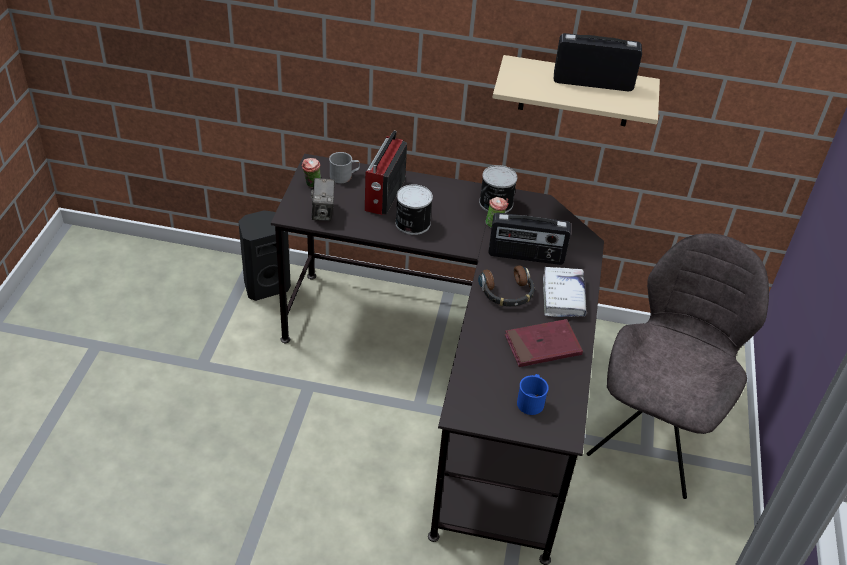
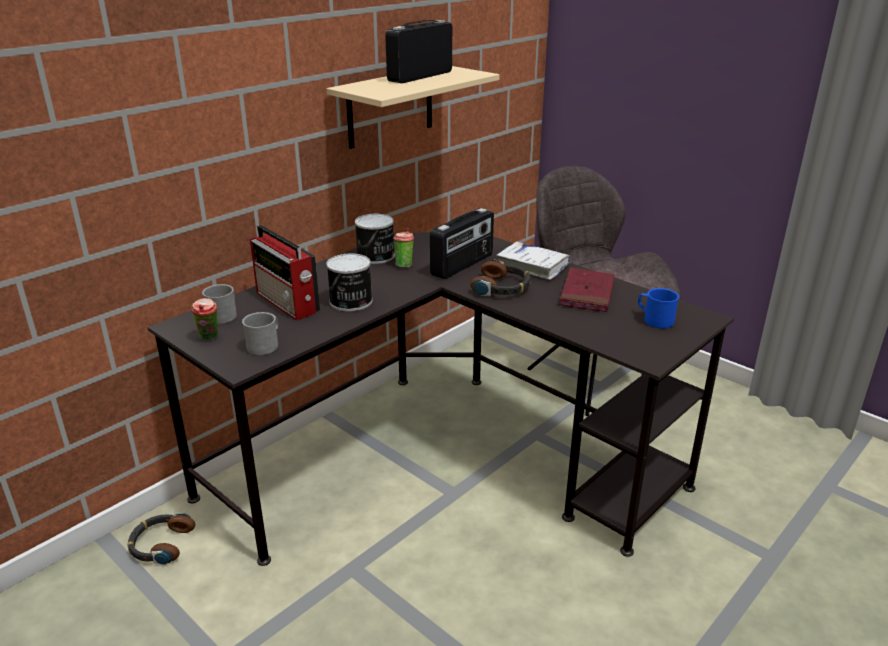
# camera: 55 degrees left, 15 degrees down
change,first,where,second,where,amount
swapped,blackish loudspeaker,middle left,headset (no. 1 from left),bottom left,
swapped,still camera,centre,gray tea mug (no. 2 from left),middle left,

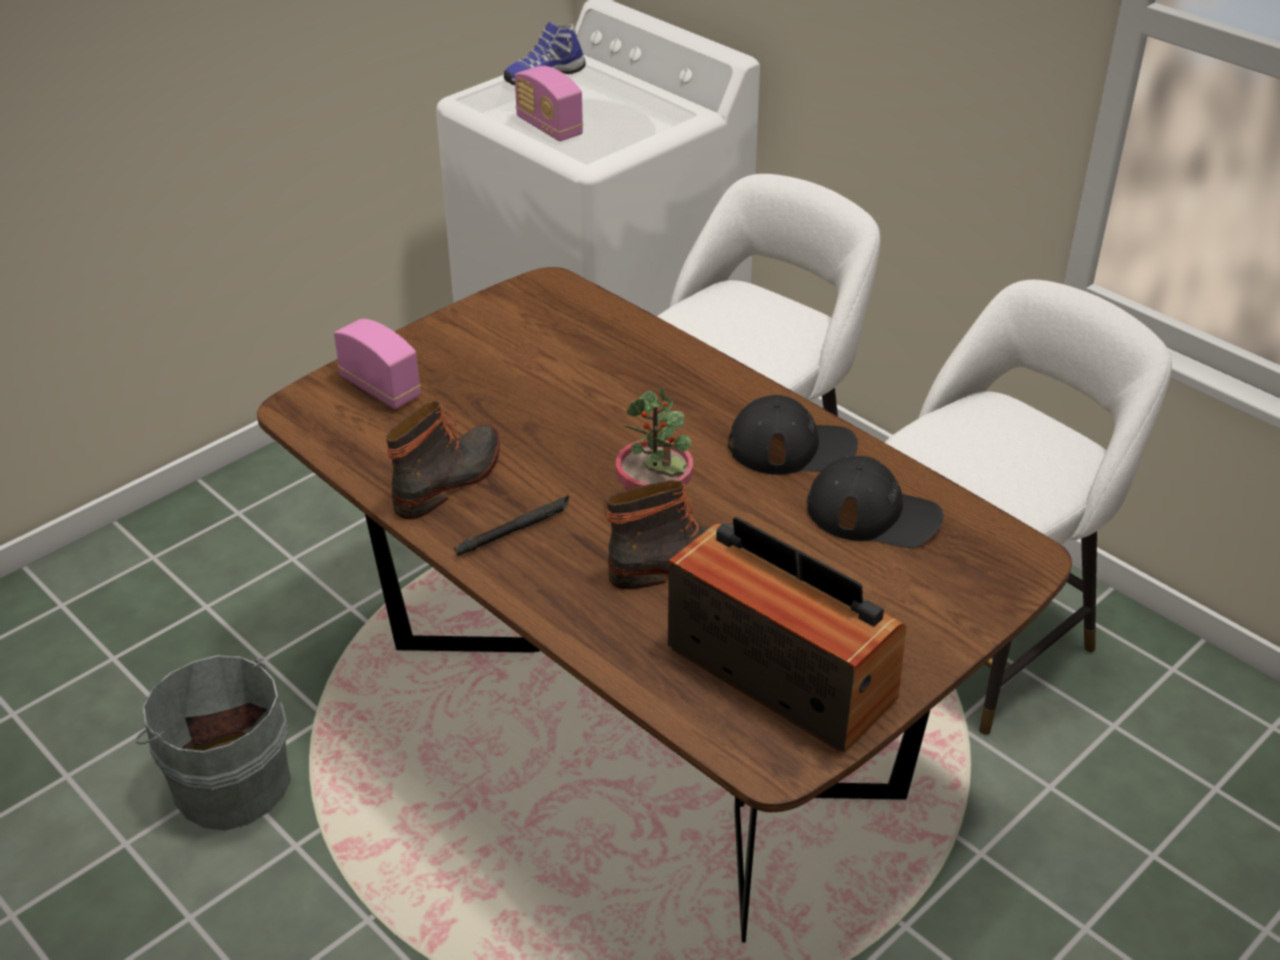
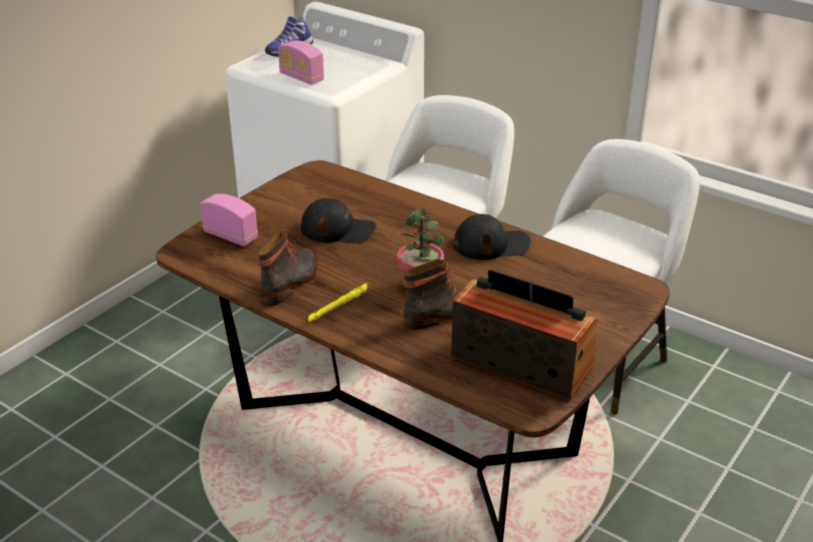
# camera: 10 degrees left, 5 degrees down
change,first,where,second,where,amount
gone,gray pail,bottom left,,,
repainted,blackish torch,centre,yellow torch,centre,
shifted,blackish baseball cap (no. 2 from left in the first image),middle right,blackish baseball cap (no. 1 from left),centre,

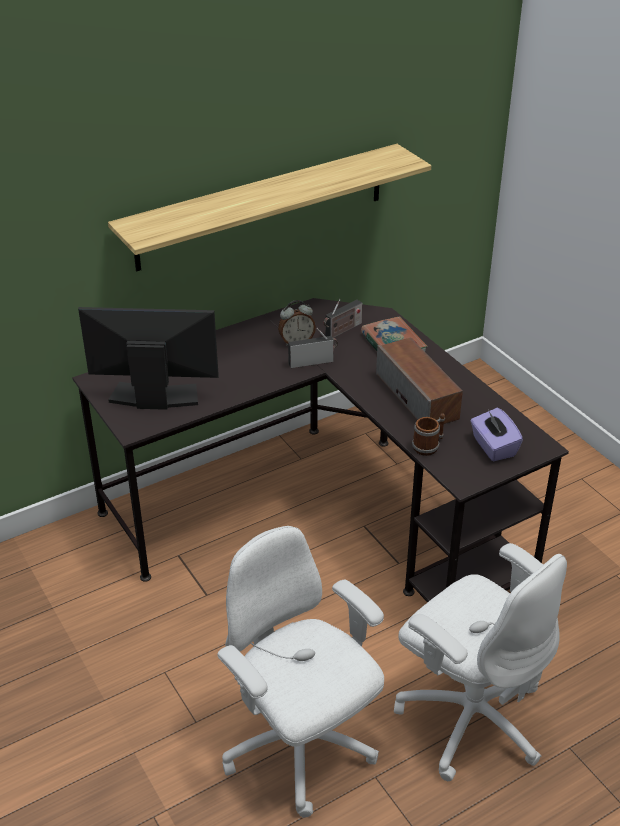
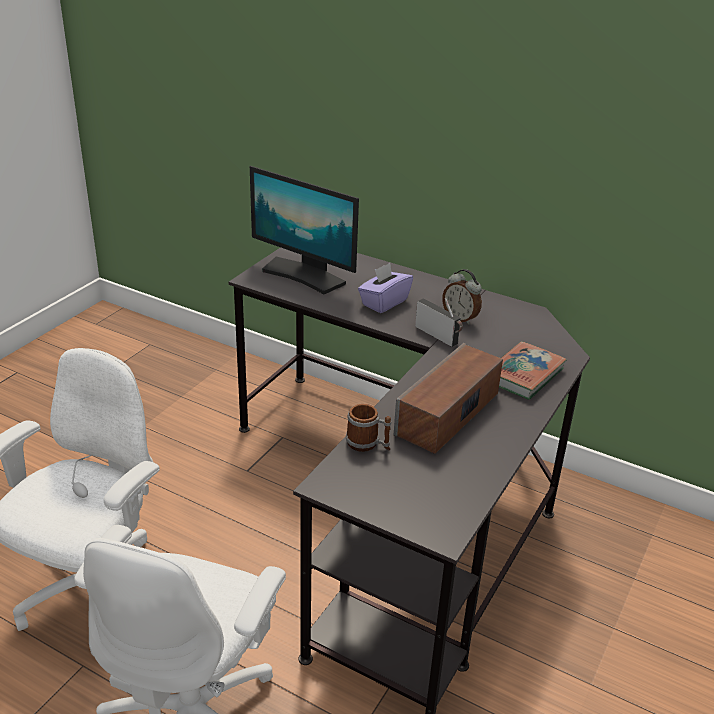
# camera: 60 degrees right, 5 degrees down
change,first,where,second,where,amount
rotated,computer screen,middle left,,top centre,150 degrees clockwise
gone,shelf,top centre,,,
gone,radio receiver (no. 2 from left),centre,,,
shifted,purple-coloured box of tissues,middle right,,centre,

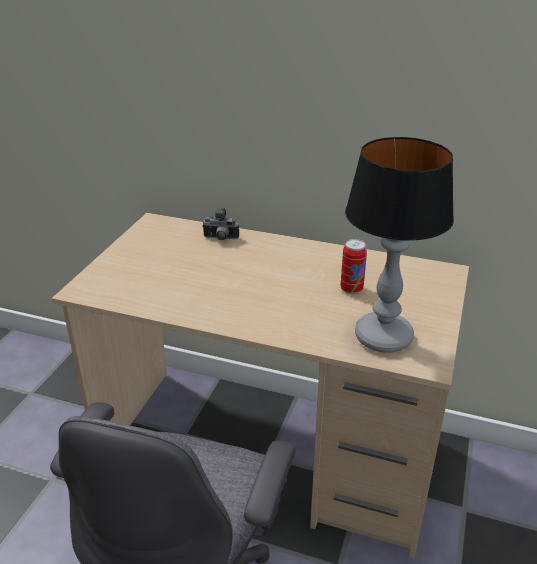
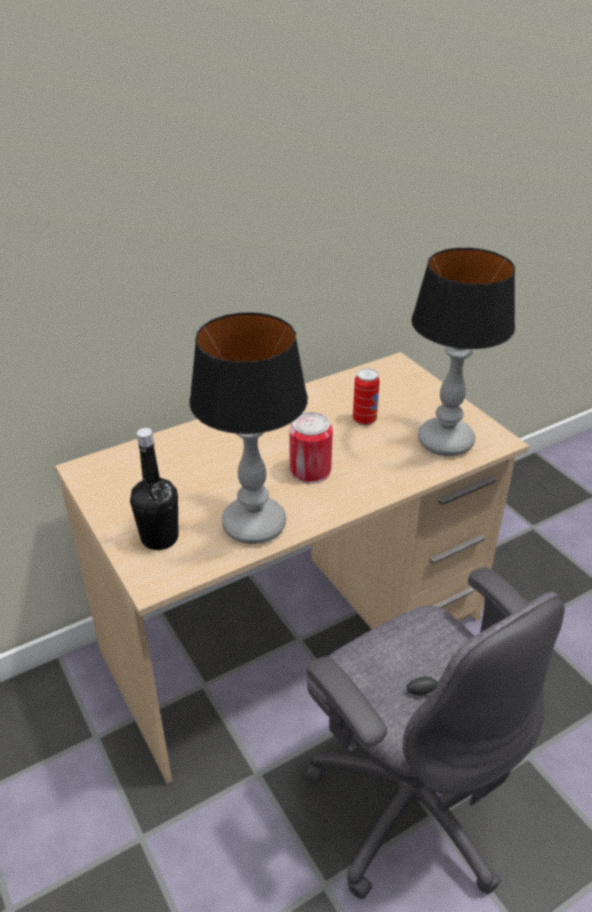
# camera: 50 degrees left, 5 degrees up
change,first,where,second,where,amount
gone,still camera,centre,,,
new,,,blackish drink bottle,middle left,
new,,,tabletop lamp (no. 1 from left),centre,
new,,,sealed can (no. 1 from left),centre,

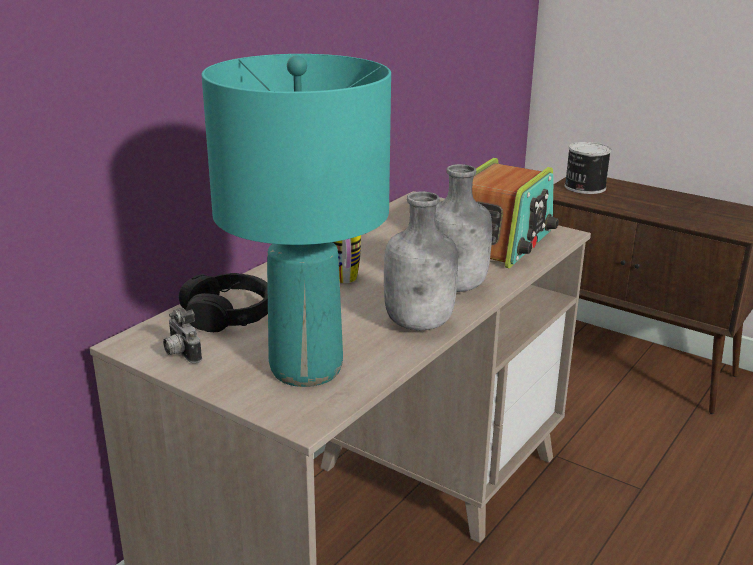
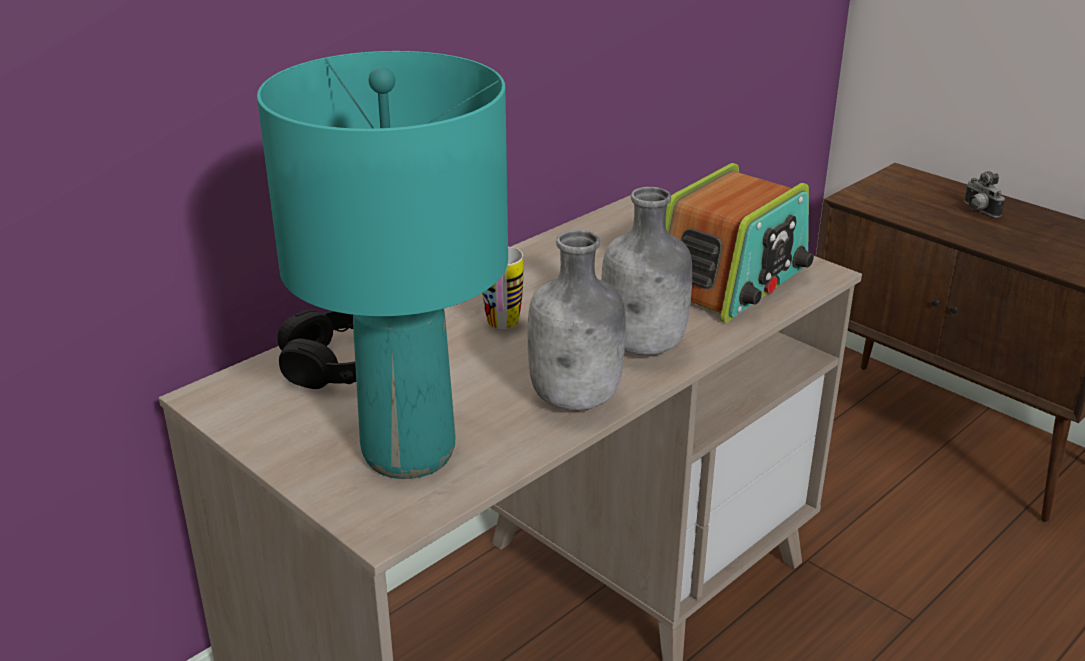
# camera: 10 degrees right, 5 degrees up
change,first,where,second,where,amount
shifted,still camera,middle left,,top right,
gone,sealed can,top right,,,

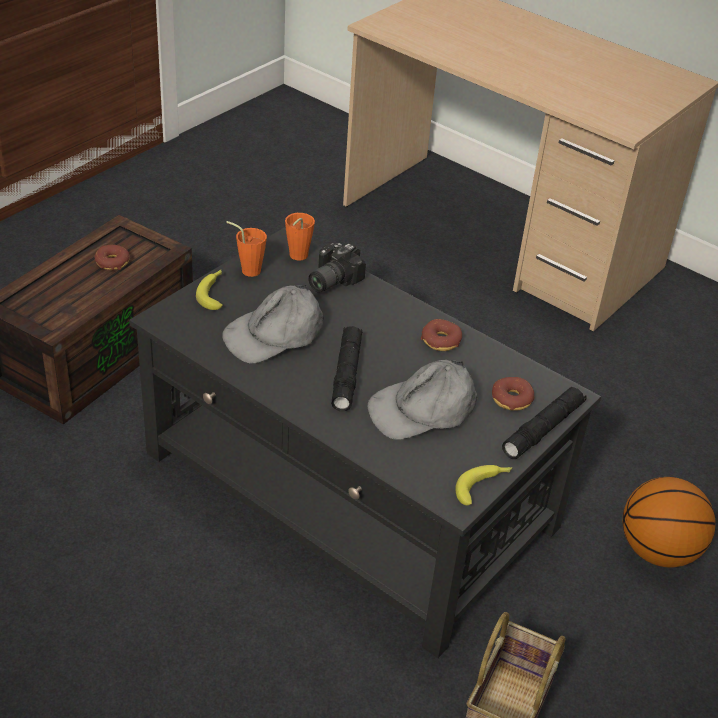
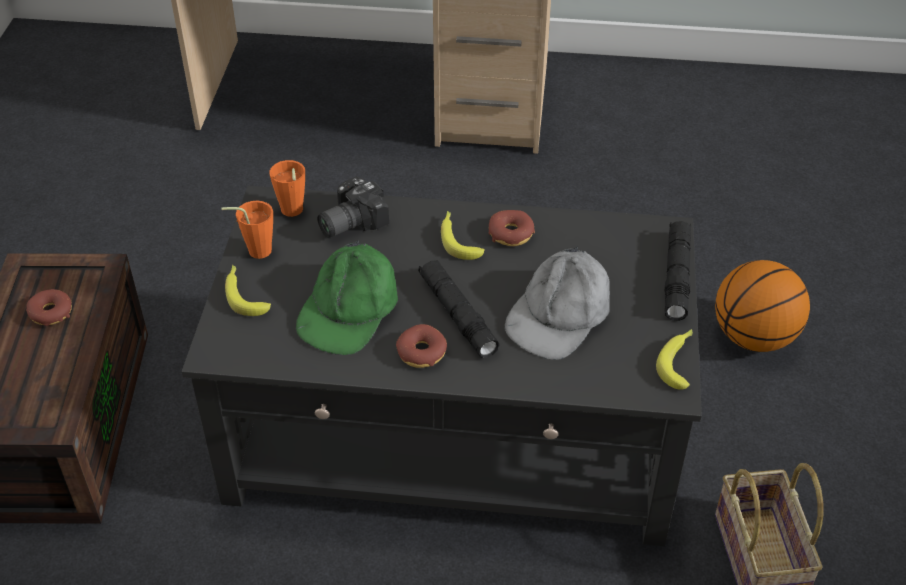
# camera: 30 degrees left, 5 degrees up
change,first,where,second,where,amount
repainted,gray baseball cap (no. 1 from left),centre,green baseball cap,centre,
rotated,still camera,centre,,centre,45 degrees clockwise
shifted,doughnut (no. 3 from left in the first image),middle right,doughnut (no. 2 from left),centre,
new,,,banana fruit (no. 2 from left),centre,

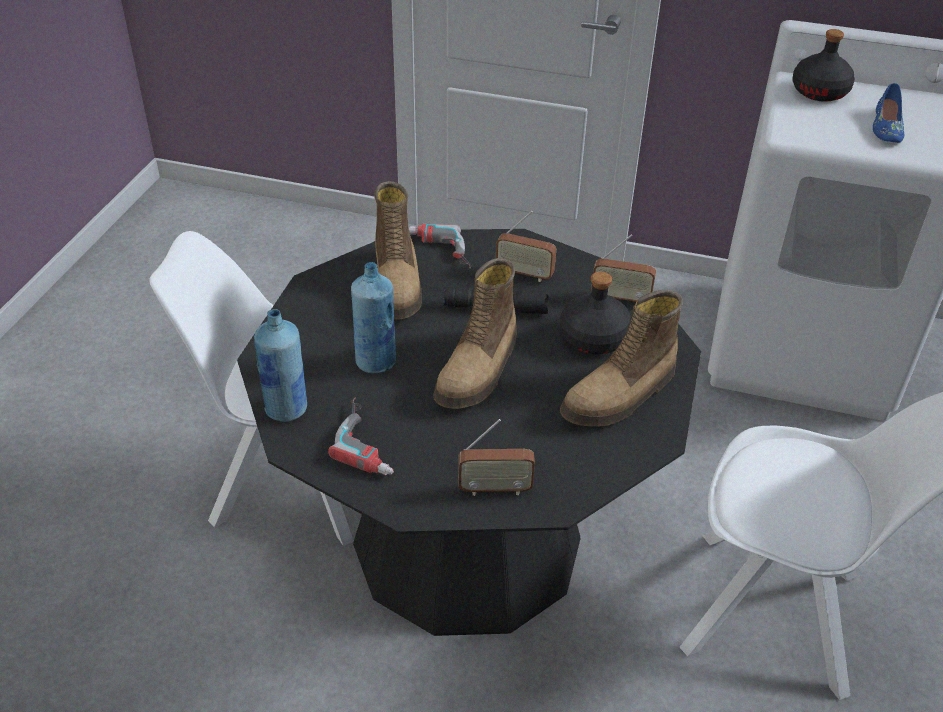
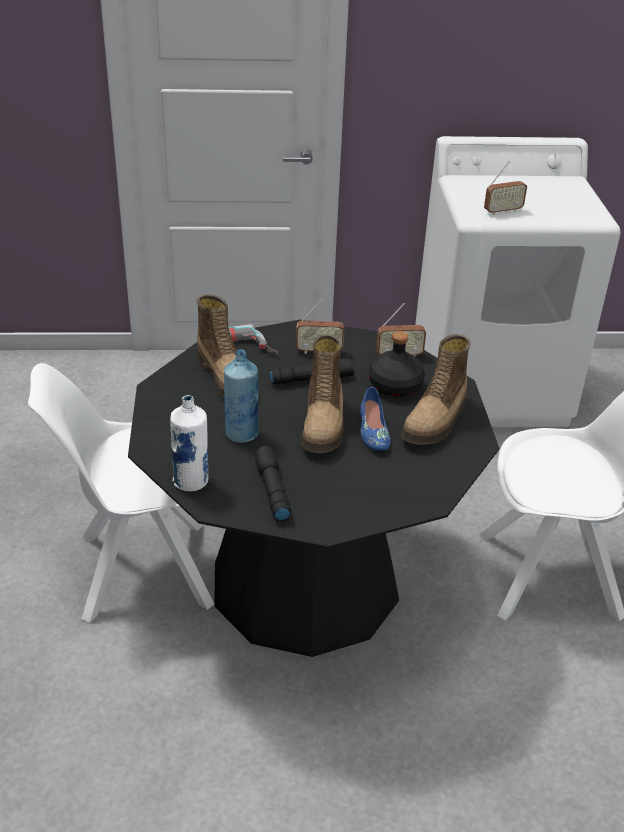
# camera: 20 degrees left, 5 degrees down
change,first,where,second,where,amount
repainted,bluish drink bottle (no. 1 from left),middle left,whitish drink bottle,middle left,
swapped,electric drill (no. 1 from left),centre,blackish torch (no. 1 from left),centre,
shifted,radio receiver (no. 1 from left in the first image),centre,radio receiver (no. 3 from left),top right,
gone,blackish drink bottle (no. 2 from left),top right,,,
shifted,bluish item of footwear,top right,,centre,

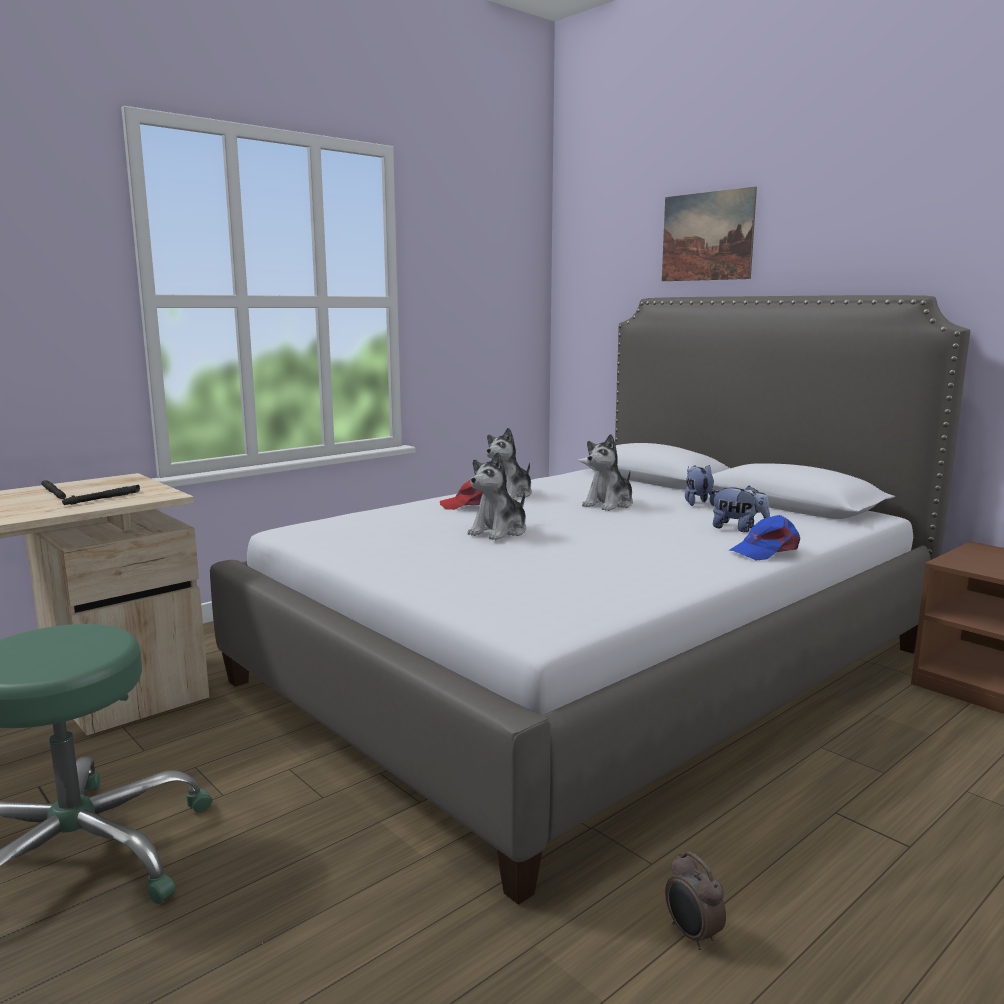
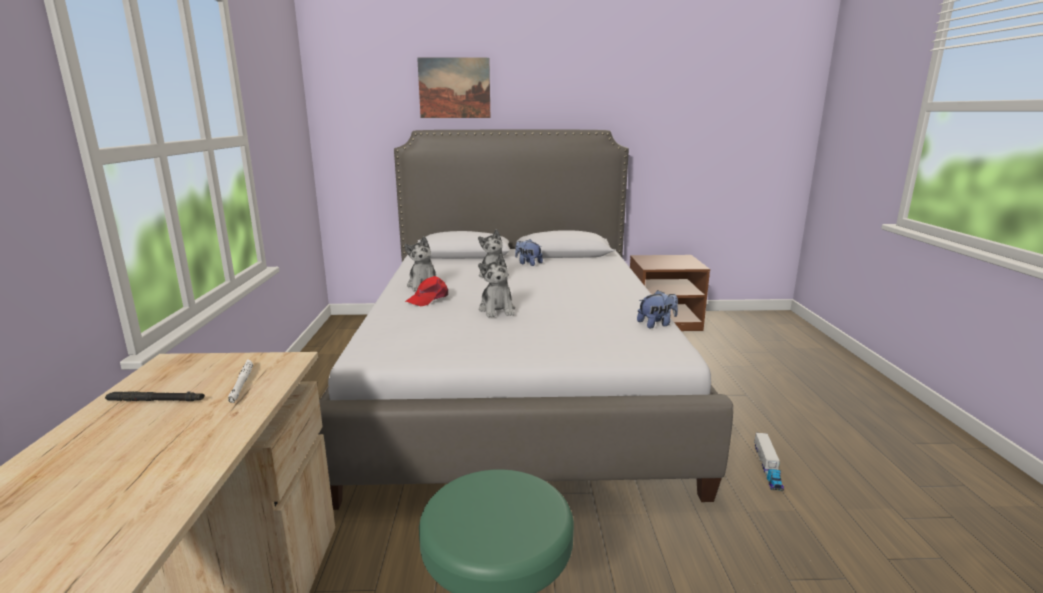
# camera: 50 degrees left, 5 degrees up
change,first,where,second,where,amount
repainted,blackish torch (no. 2 from left),middle left,whitish torch,middle left,
swapped,bedside clock,bottom right,toy truck,bottom right,
shifted,cuddly toy (no. 5 from left),middle right,,centre,
gone,bluish baseball cap,middle right,,,

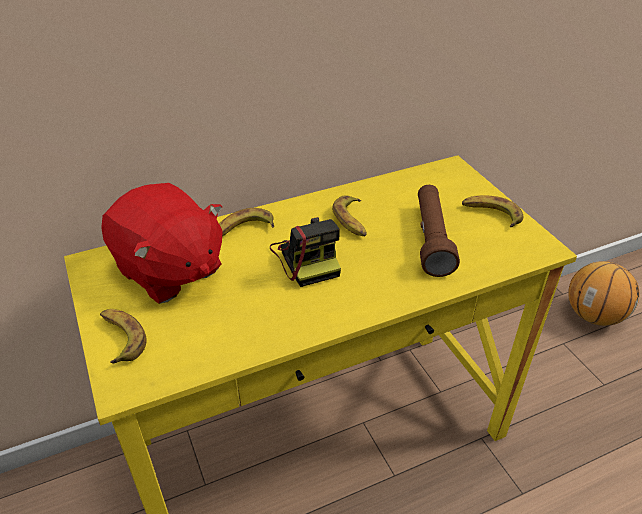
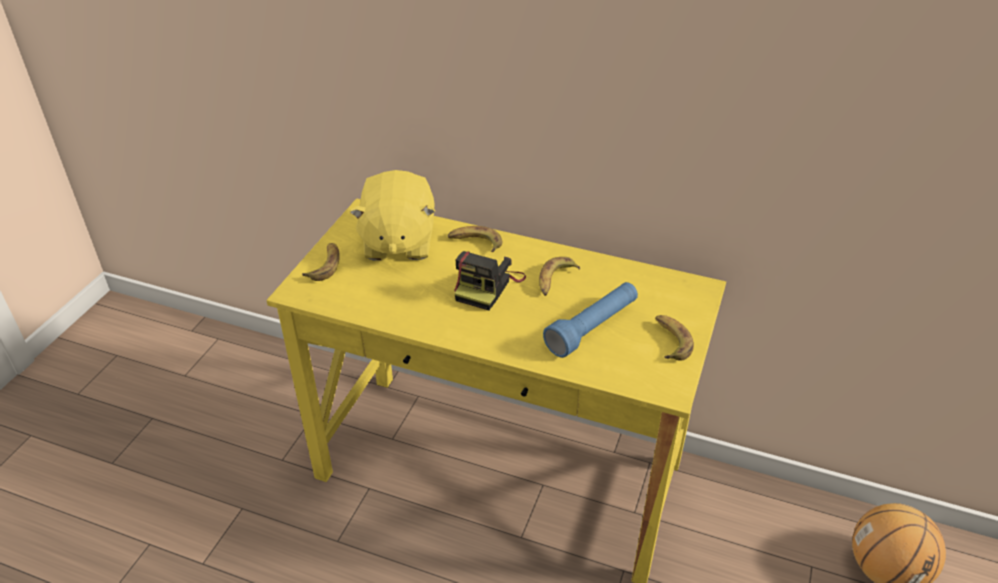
# camera: 45 degrees right, 0 degrees up
change,first,where,second,where,amount
repainted,red-coloured cuddly toy,middle left,yellow cuddly toy,centre,
repainted,brown torch,middle right,bluish torch,centre,

